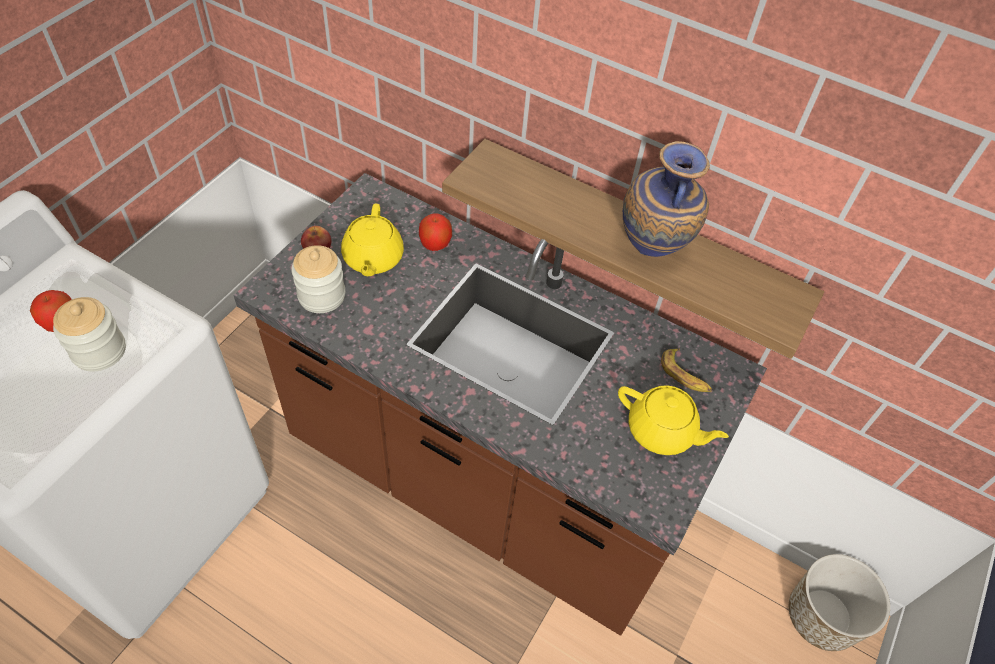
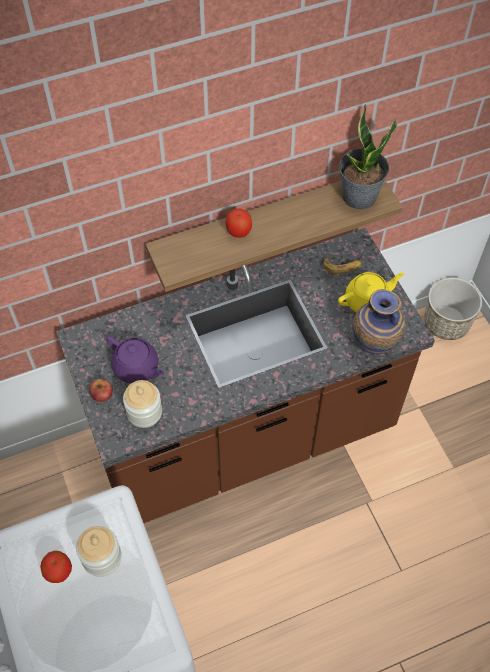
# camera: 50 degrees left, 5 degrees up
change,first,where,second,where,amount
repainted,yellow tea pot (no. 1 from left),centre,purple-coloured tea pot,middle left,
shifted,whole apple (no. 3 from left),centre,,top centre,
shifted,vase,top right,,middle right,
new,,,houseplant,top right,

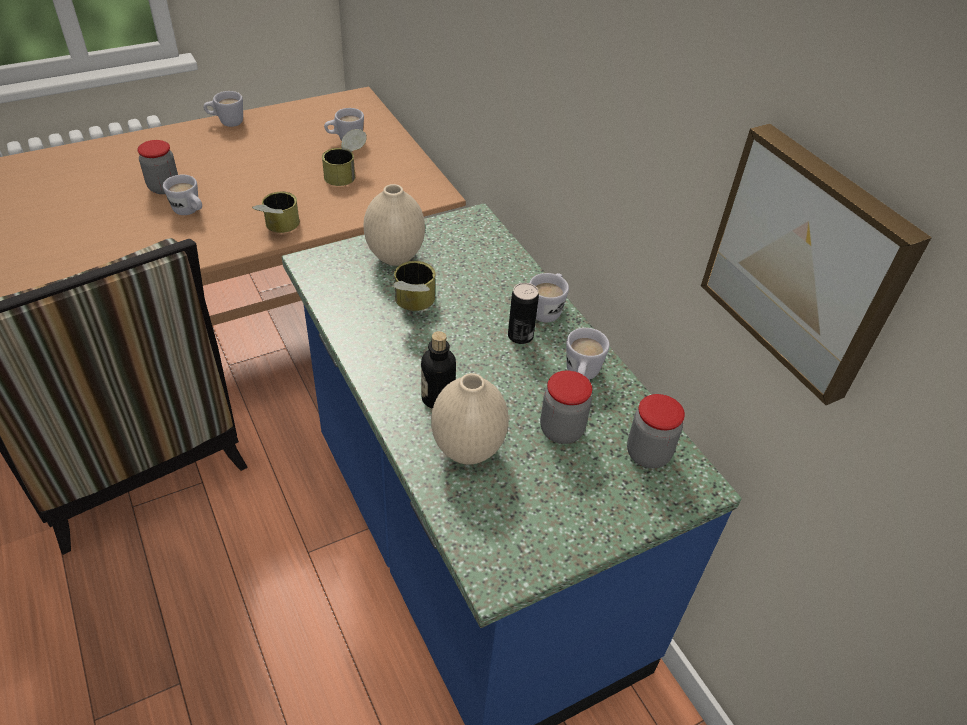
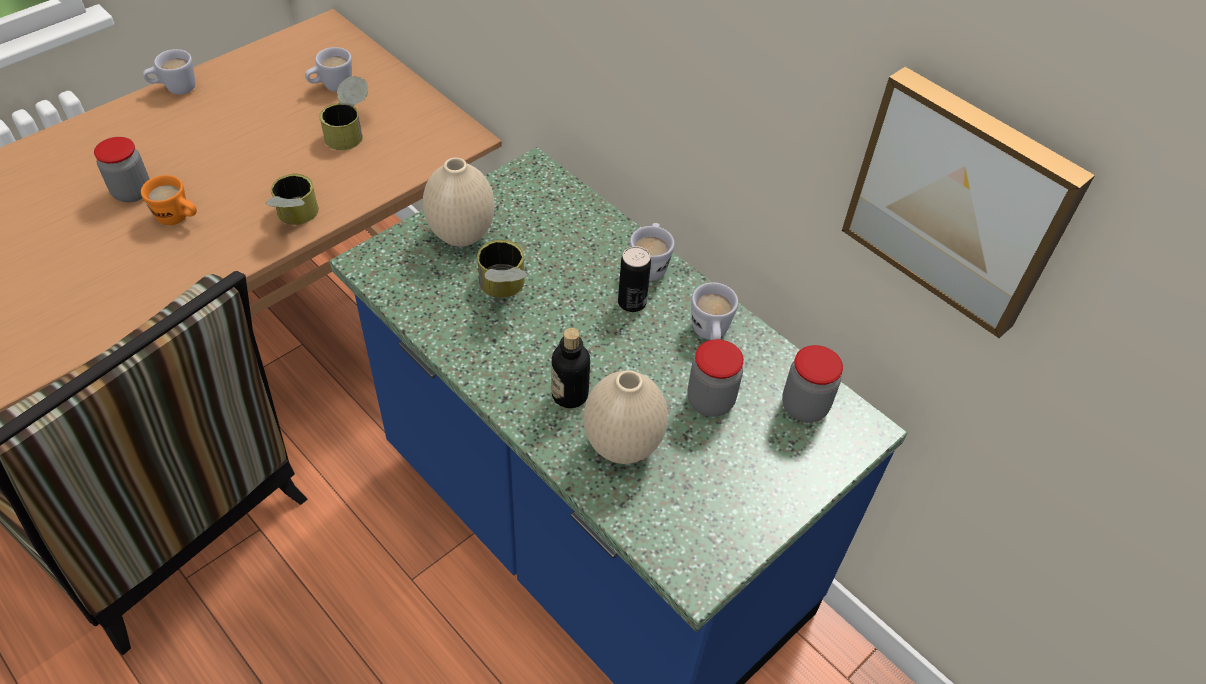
# camera: 15 degrees left, 5 degrees up
change,first,where,second,where,amount
repainted,whitish tea mug (no. 1 from left),top left,orange tea mug,top left,

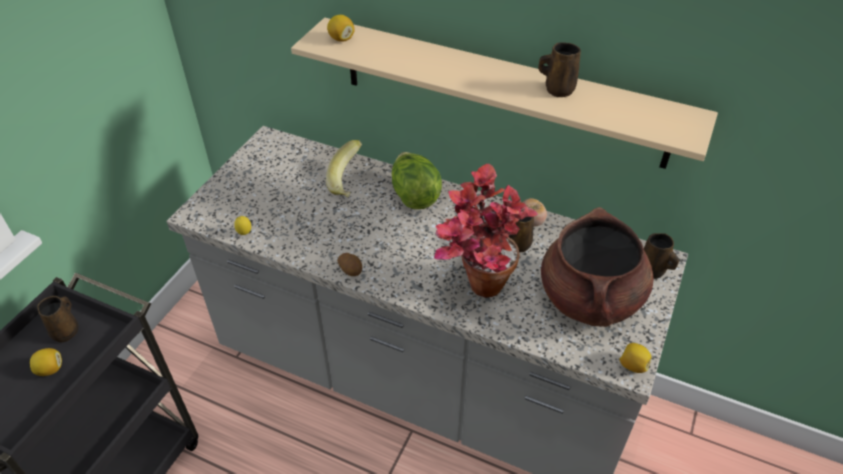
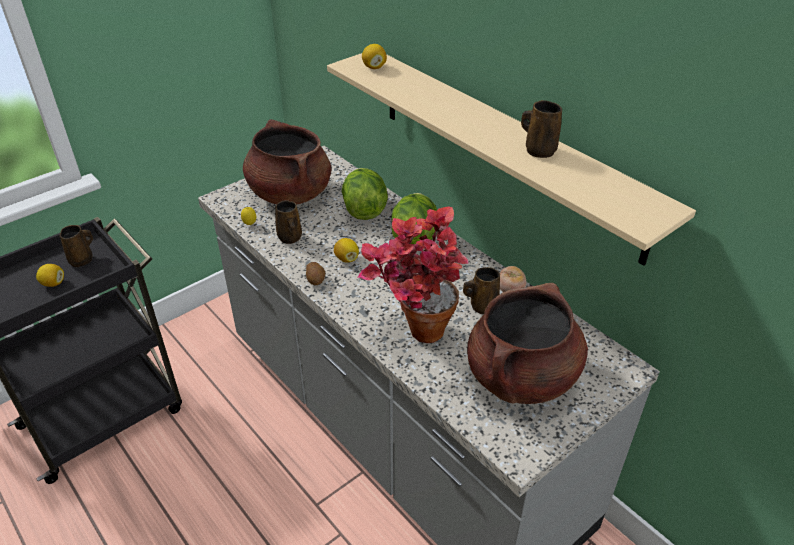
# camera: 25 degrees right, 5 degrees down
change,first,where,second,where,amount
swapped,banana fruit,centre,lettuce head (no. 1 from left),centre,
shifted,lemon (no. 4 from left in the first image),bottom right,lemon (no. 3 from left),centre,
shifted,brown tea mug (no. 4 from left in the first image),middle right,brown tea mug (no. 2 from left),centre,
new,,,brown stockpot (no. 1 from left),top centre,

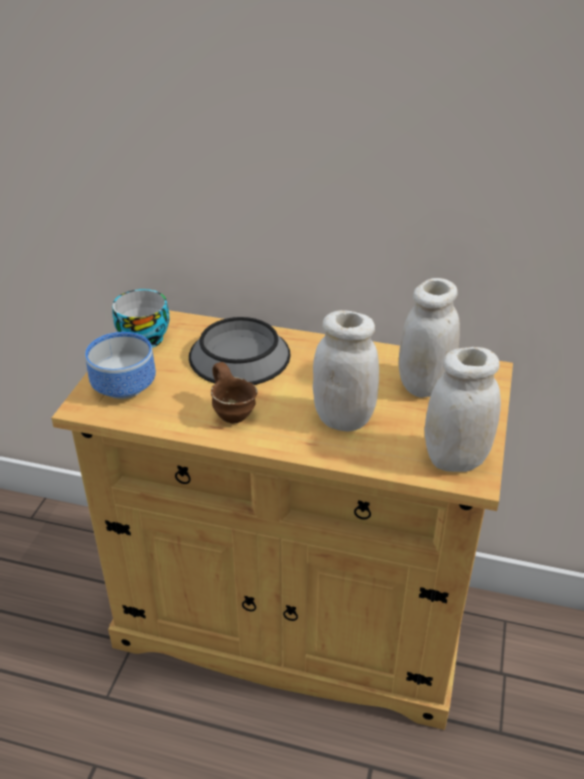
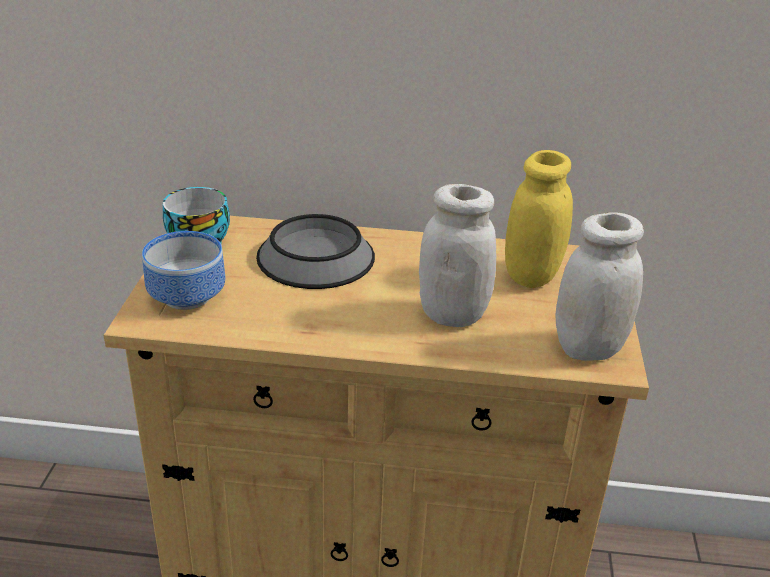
# camera: 10 degrees left, 5 degrees down
change,first,where,second,where,amount
gone,brown tea mug,centre,,,
repainted,whitish preserve jar (no. 2 from left),middle right,yellow preserve jar,middle right,

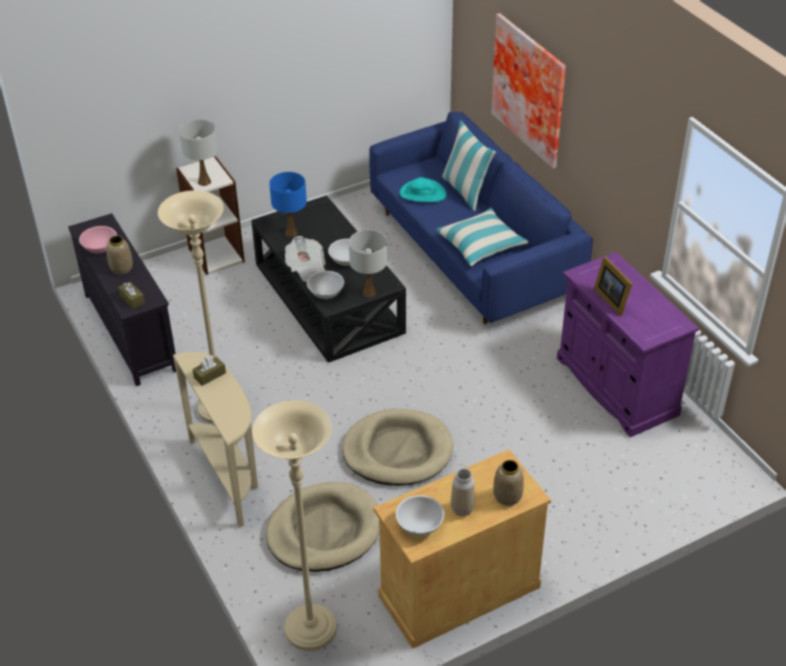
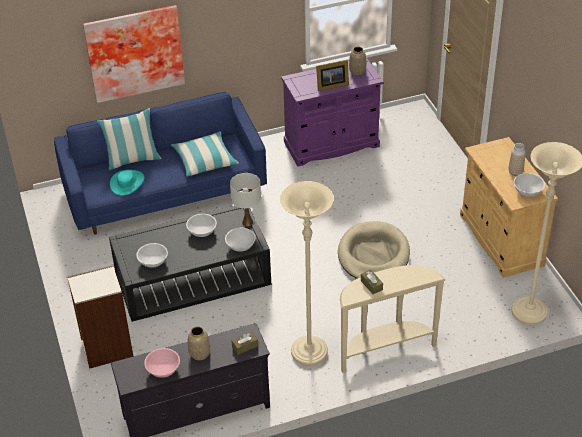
# camera: 80 degrees left, 0 degrees up
change,first,where,second,where,amount
gone,whitish tabletop lamp (no. 1 from left),top left,,,
gone,sand-coloured dog cushion (no. 1 from left),bottom centre,,,
swapped,bluish tabletop lamp,top centre,whitish serving bowl (no. 1 from left),middle left,
gone,newspaper,centre,,,
shifted,vase (no. 3 from left in the first image),bottom centre,vase (no. 2 from left),top centre,

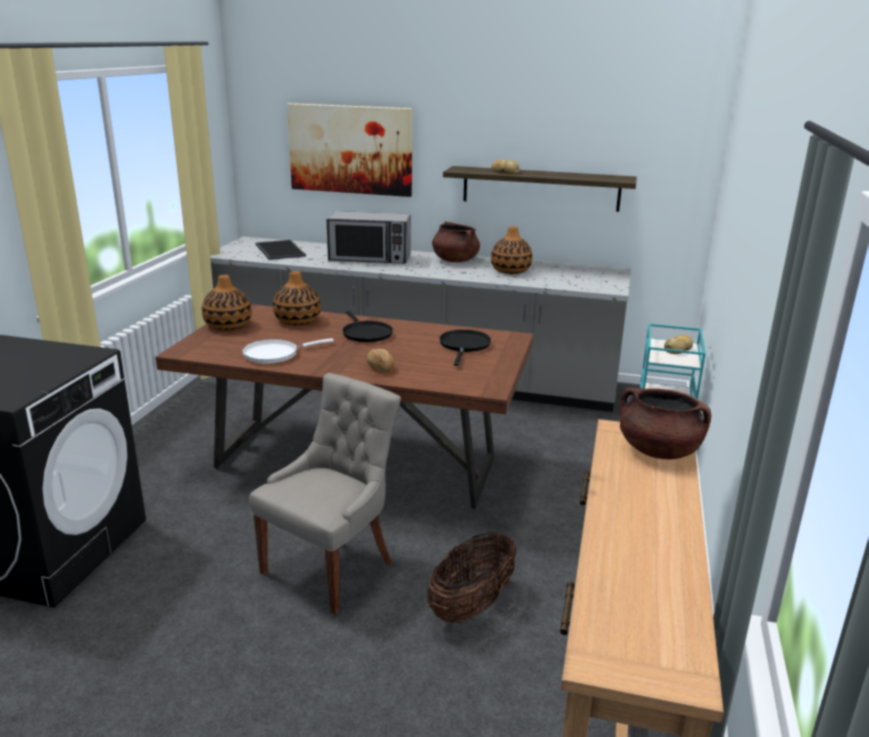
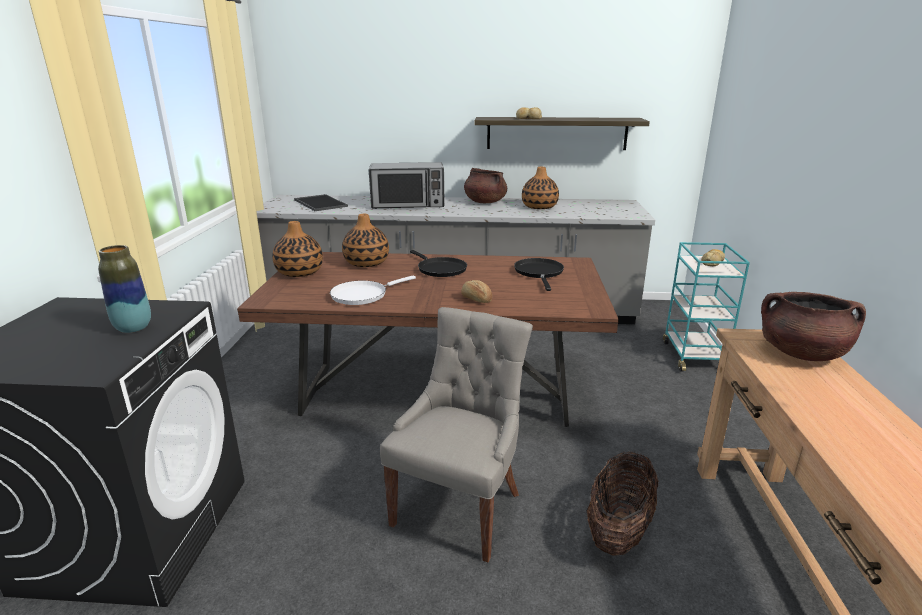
# camera: 10 degrees left, 0 degrees up
change,first,where,second,where,amount
gone,picture,top centre,,,
new,,,vase (no. 1 from left),middle left,

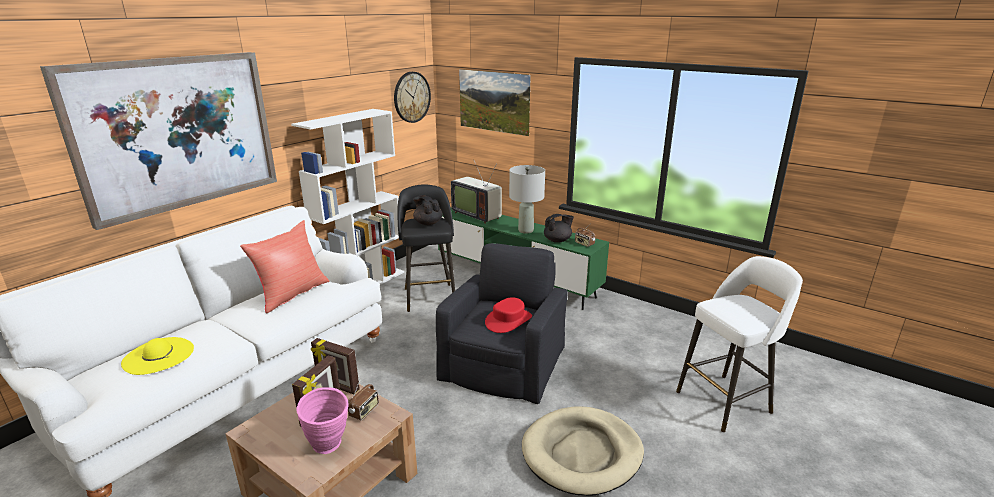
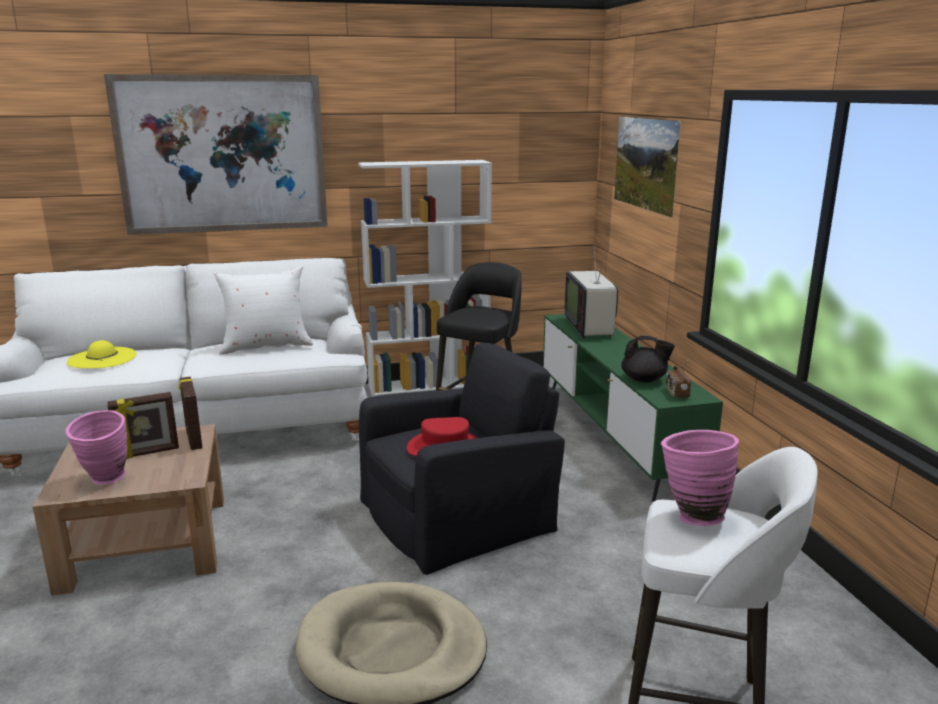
# camera: 40 degrees right, 5 degrees down
change,first,where,second,where,amount
repainted,red-coloured pillow,middle left,whitish pillow,middle left,
gone,radio receiver (no. 1 from left),bottom centre,,,
gone,hanging clock,top centre,,,
gone,blackish tea pot (no. 1 from left),centre,,,
gone,gray tabletop lamp,centre,,,
new,,,pink-coloured vase (no. 2 from left),bottom right,

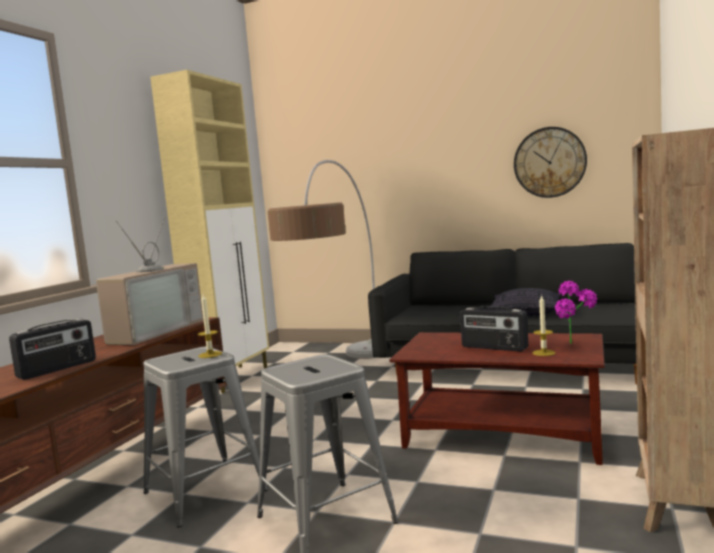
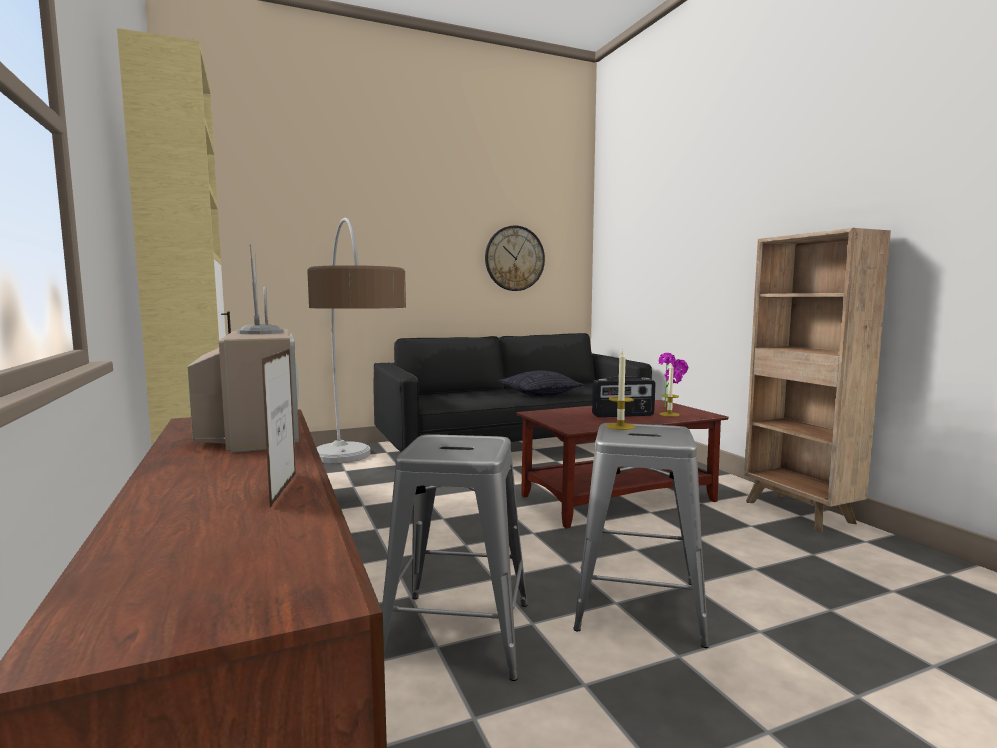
# camera: 45 degrees left, 0 degrees up
change,first,where,second,where,amount
swapped,radio receiver (no. 1 from left),middle left,photo frame,middle left,
shifted,wax candle (no. 1 from left),middle left,,centre,

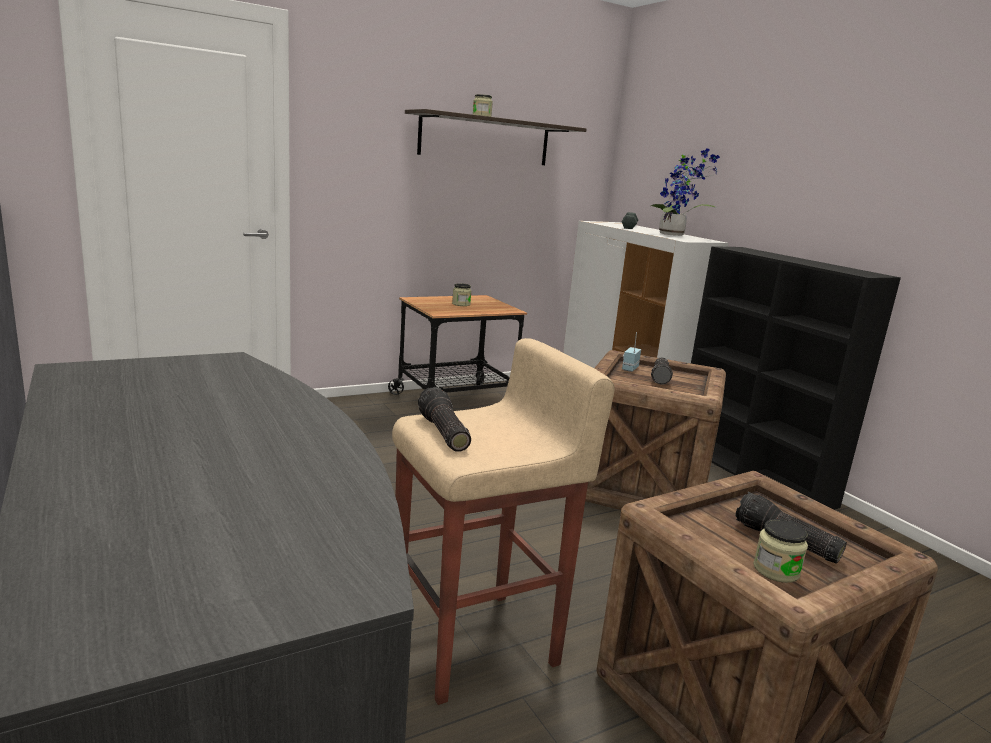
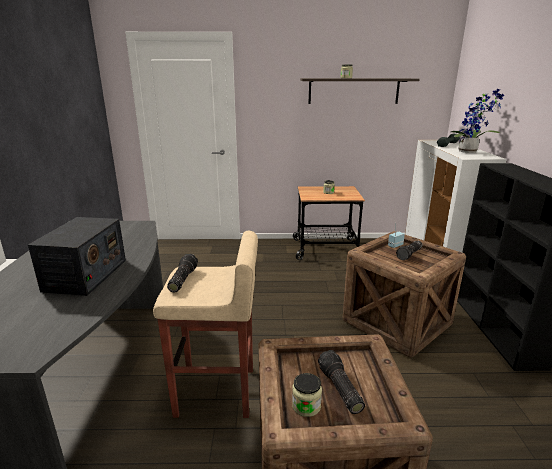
# camera: 30 degrees right, 5 degrees up
change,first,where,second,where,amount
new,,,radio receiver (no. 1 from left),middle left,

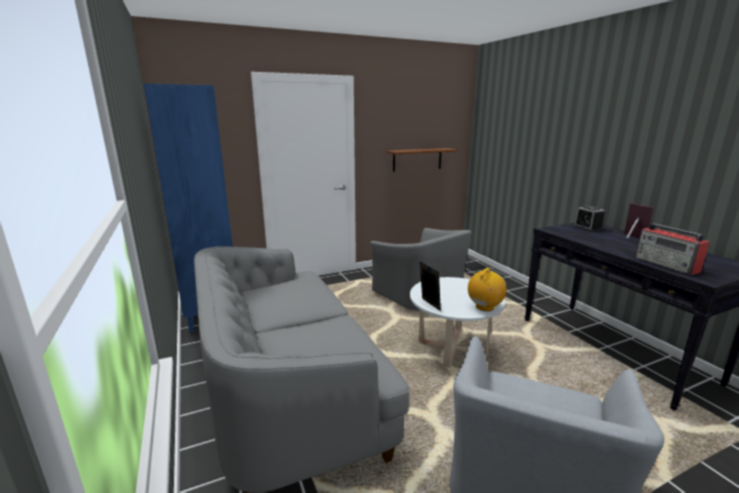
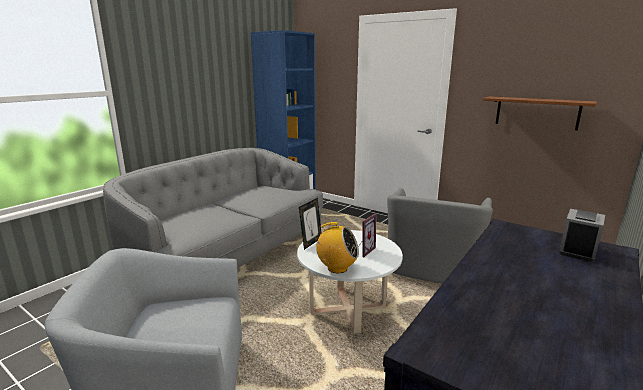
# camera: 60 degrees right, 0 degrees up
change,first,where,second,where,amount
shifted,photo frame (no. 2 from left),middle right,,centre,
gone,radio receiver (no. 2 from left),middle right,,,

